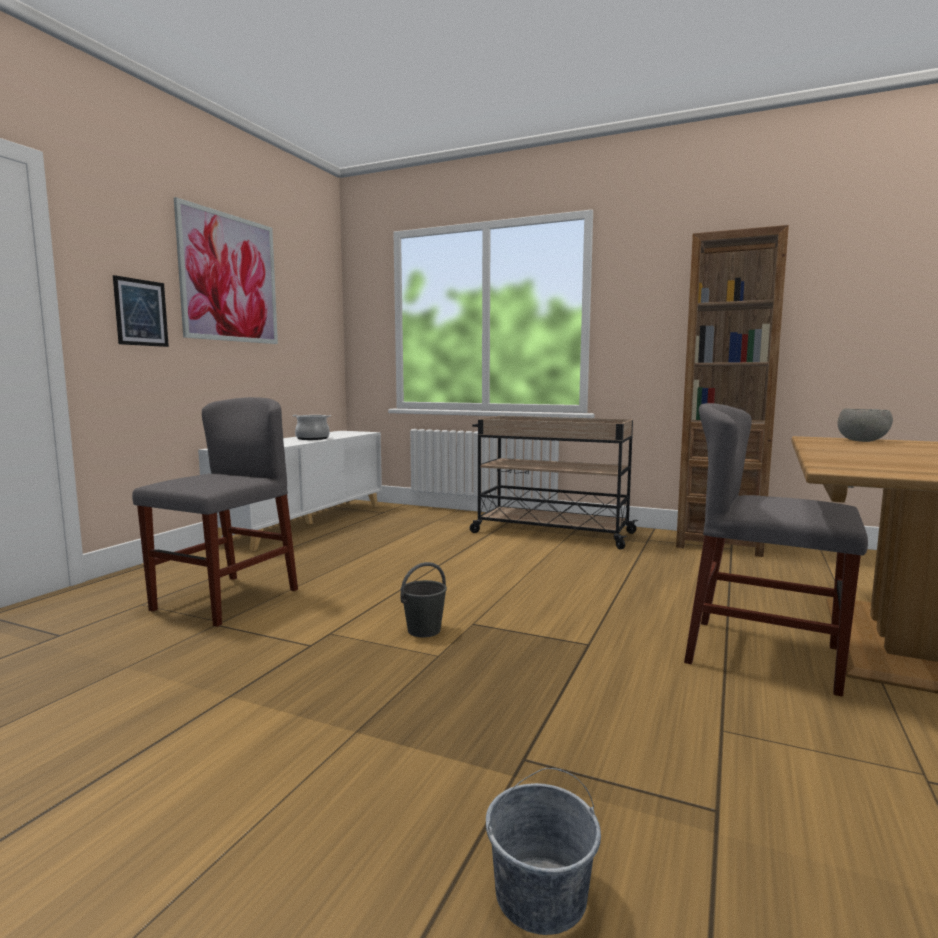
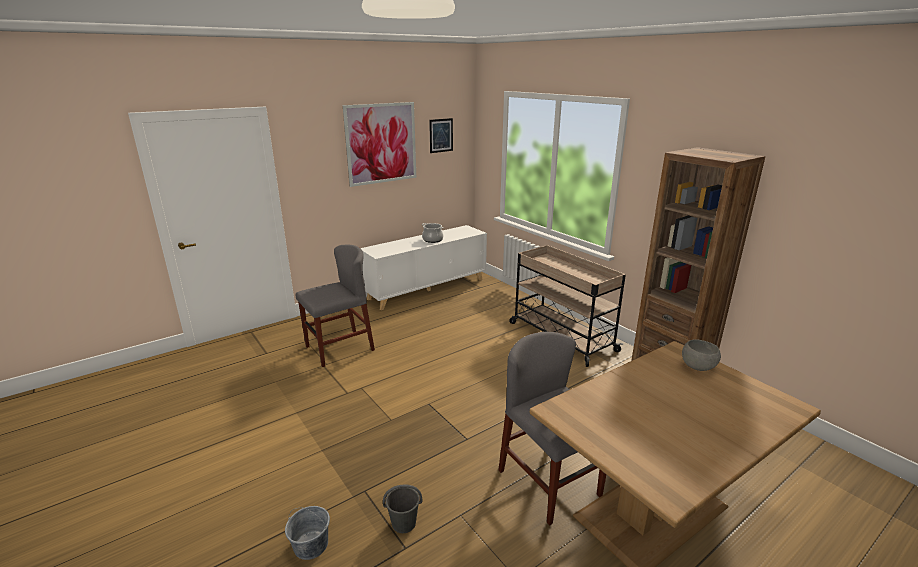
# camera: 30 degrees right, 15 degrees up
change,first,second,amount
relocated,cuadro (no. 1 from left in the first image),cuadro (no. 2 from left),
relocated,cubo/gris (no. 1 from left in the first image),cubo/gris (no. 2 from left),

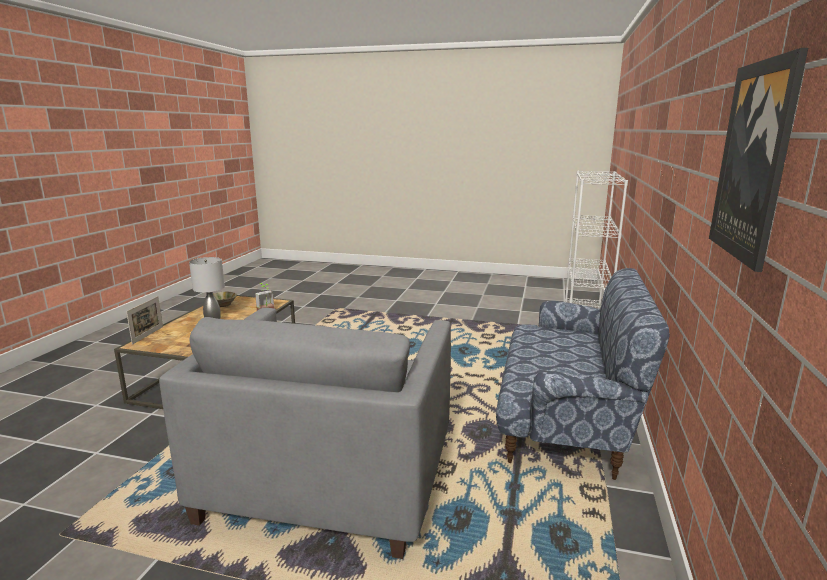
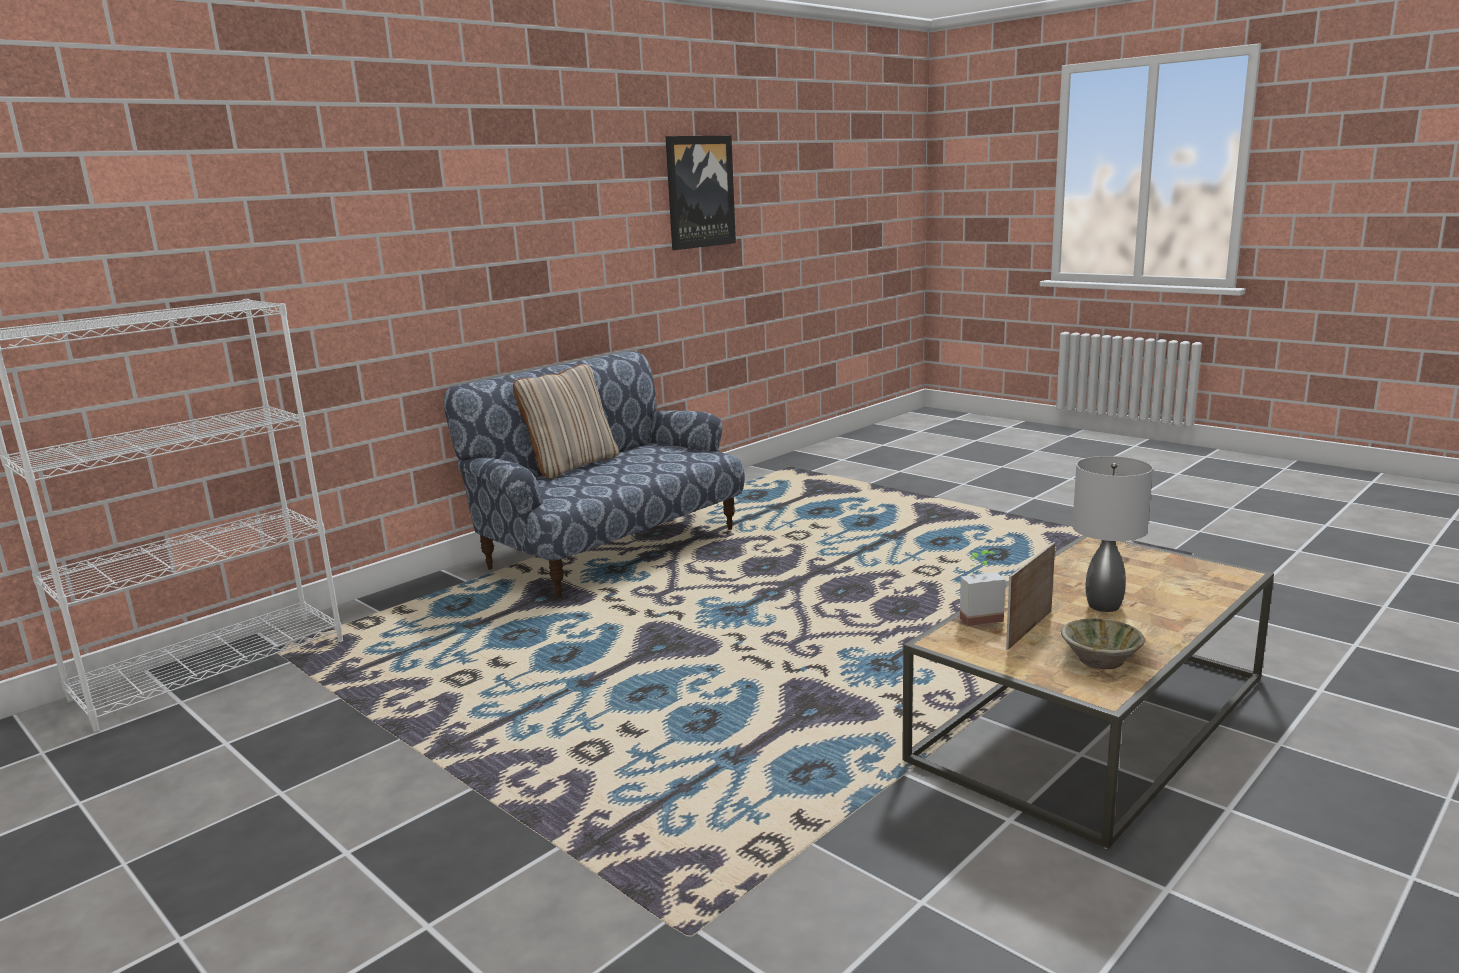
# camera: 150 degrees left, 0 degrees up
change,first,second,amount
relocated,portarretratos,,
missing,sillón/gris,,
appeared,,cojín/beis,

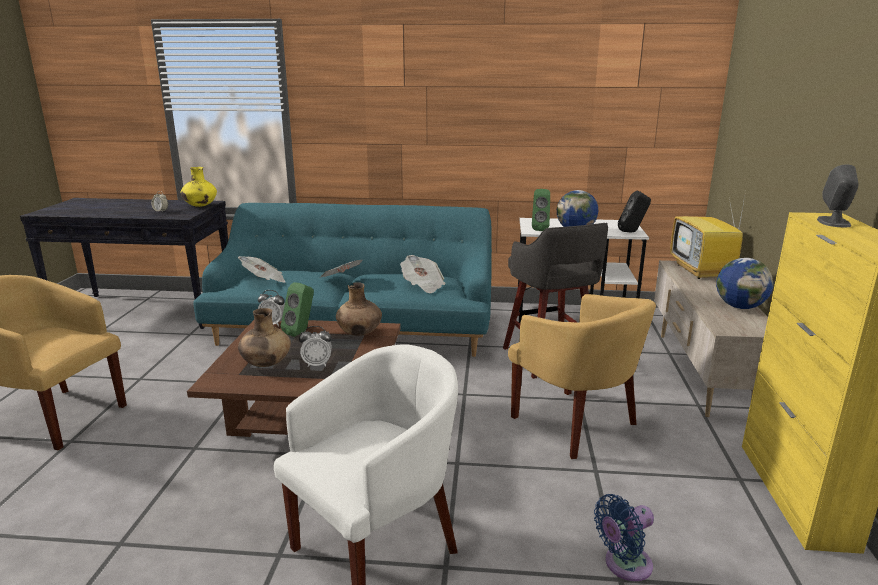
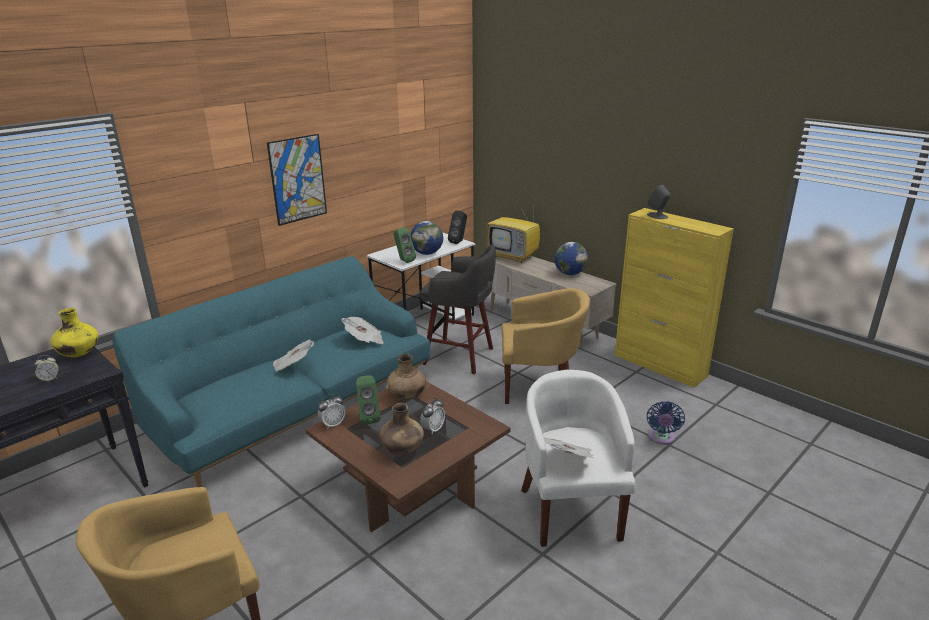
# camera: 50 degrees left, 5 degrees up
change,first,second,amount
relocated,periódico (no. 1 from left in the first image),periódico (no. 3 from left),
appeared,,cuadro,

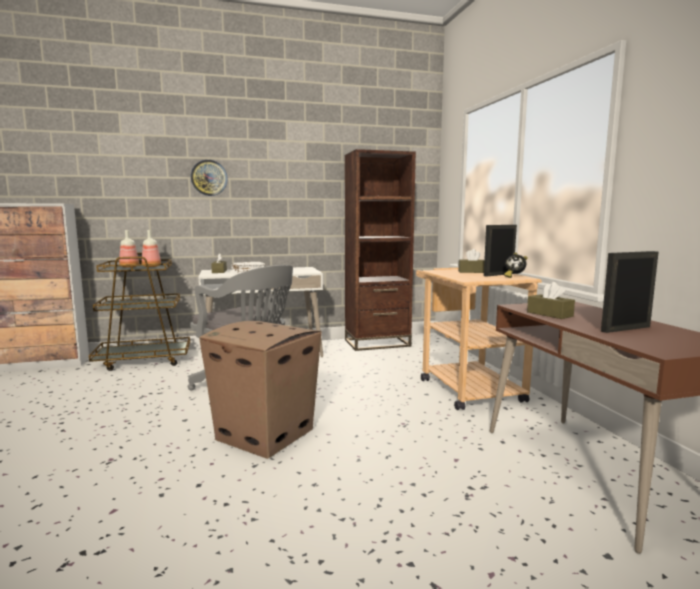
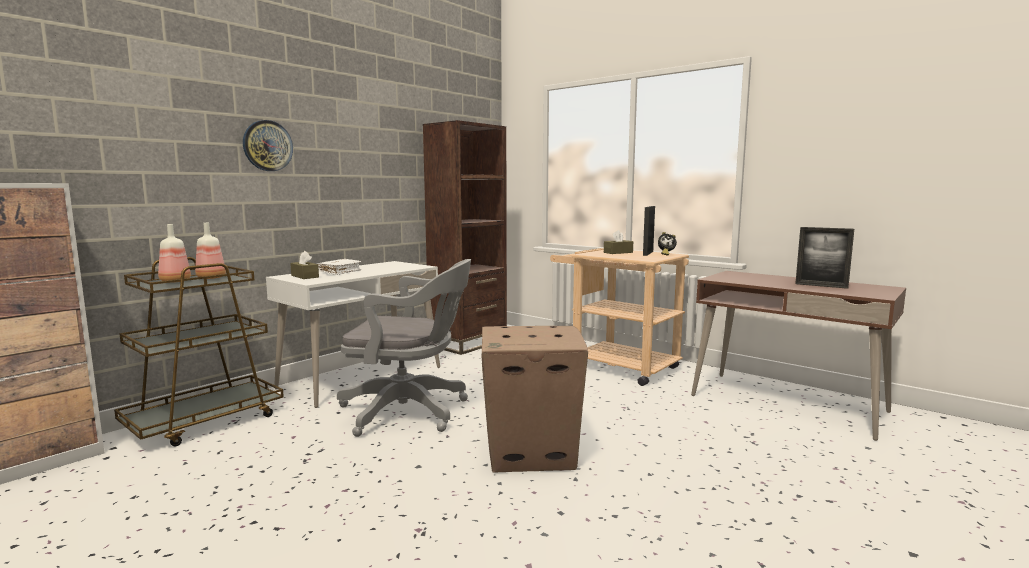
# camera: 35 degrees left, 0 degrees up
change,first,second,amount
spun,portarretratos (no. 2 from left),,90 degrees counterclockwise
missing,caja de pañuelos/marrón (no. 3 from left),,

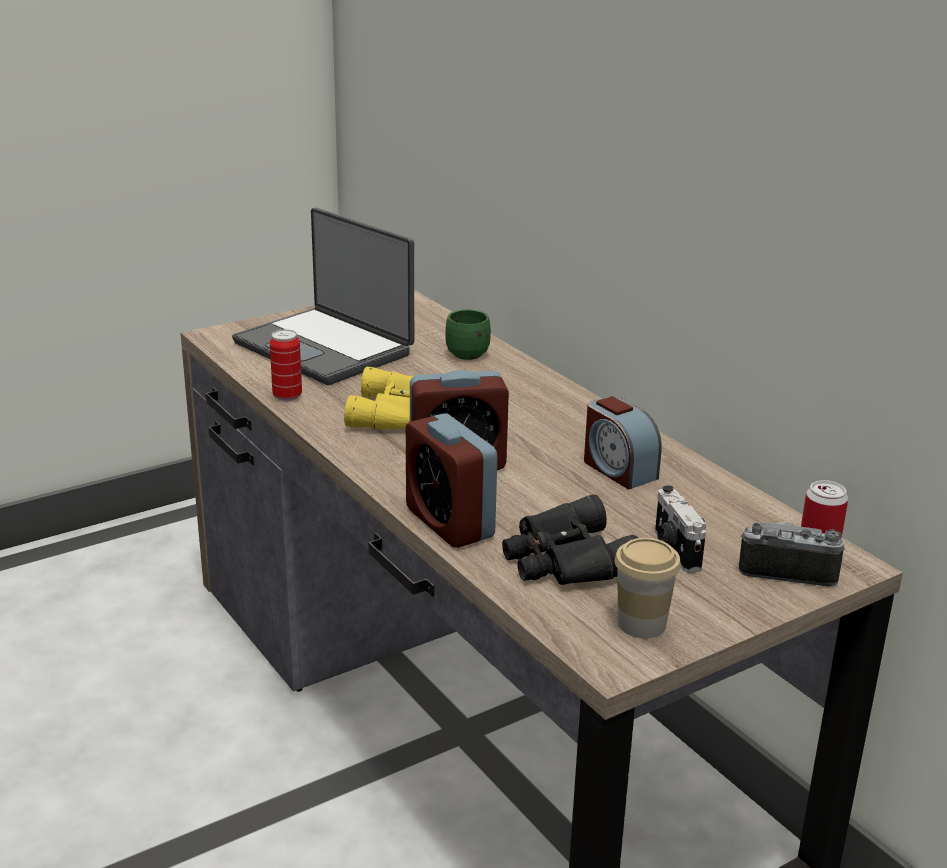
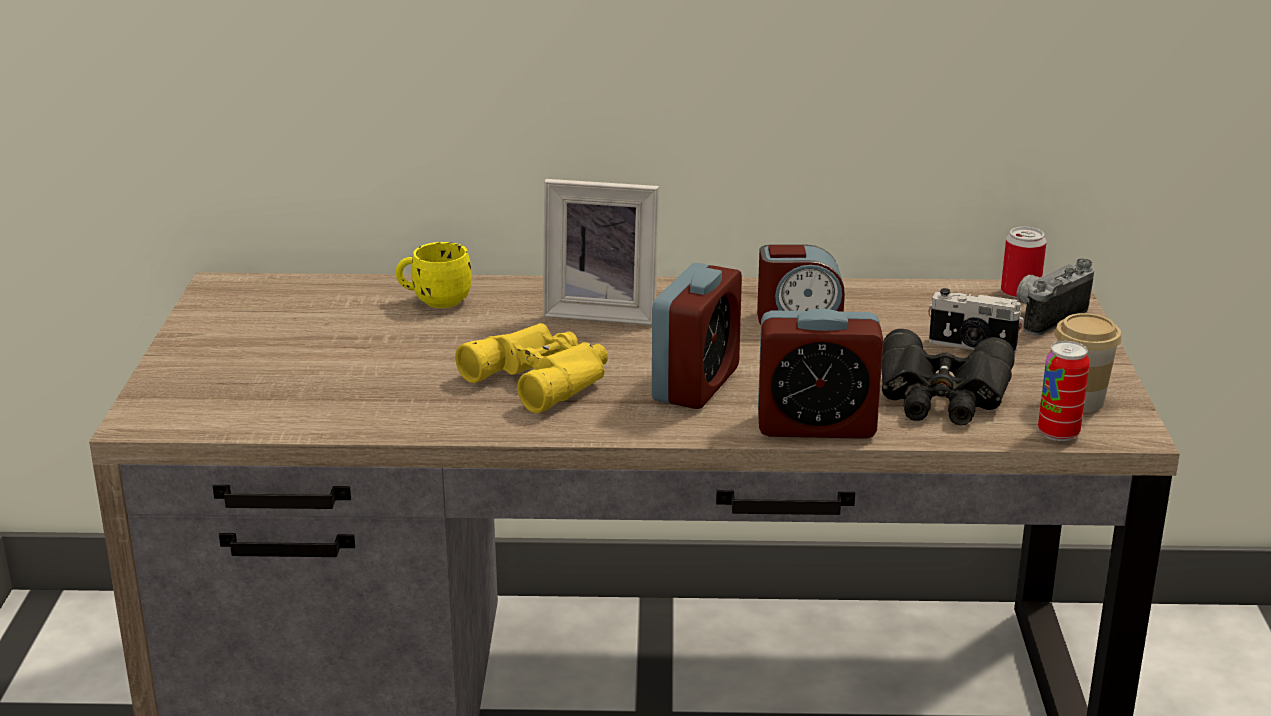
# camera: 55 degrees left, 0 degrees up
change,first,second,amount
missing,portátil,,
colour,taza grande/verde,taza grande/amarillo,
relocated,lata (no. 1 from left in the first image),lata (no. 2 from left),
appeared,,portarretratos,

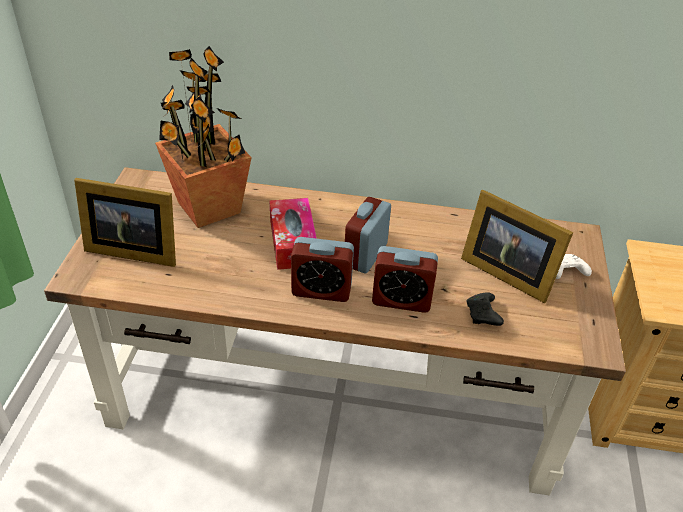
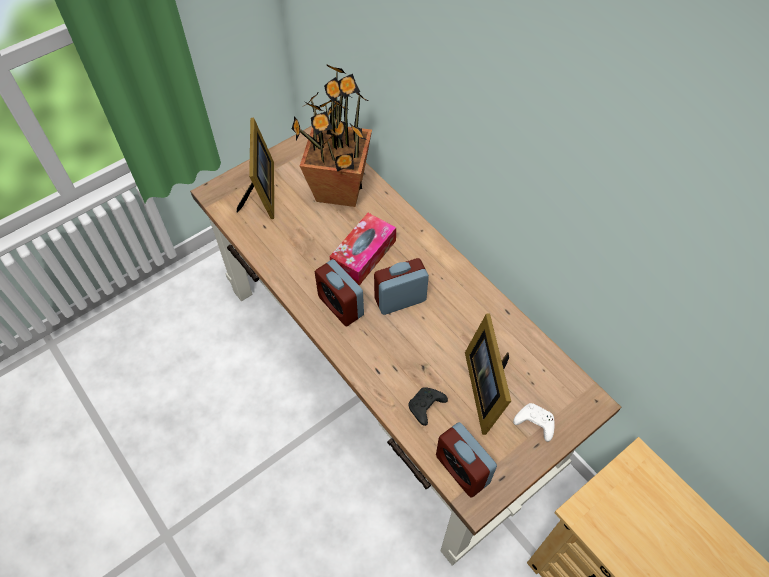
# camera: 45 degrees right, 15 degrees up
change,first,second,amount
spun,portarretratos (no. 1 from left),,150 degrees counterclockwise
relocated,despertador (no. 3 from left),,

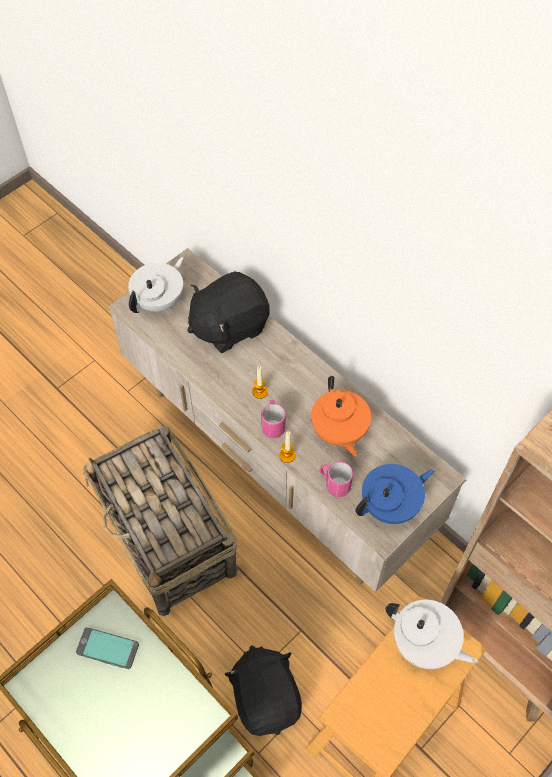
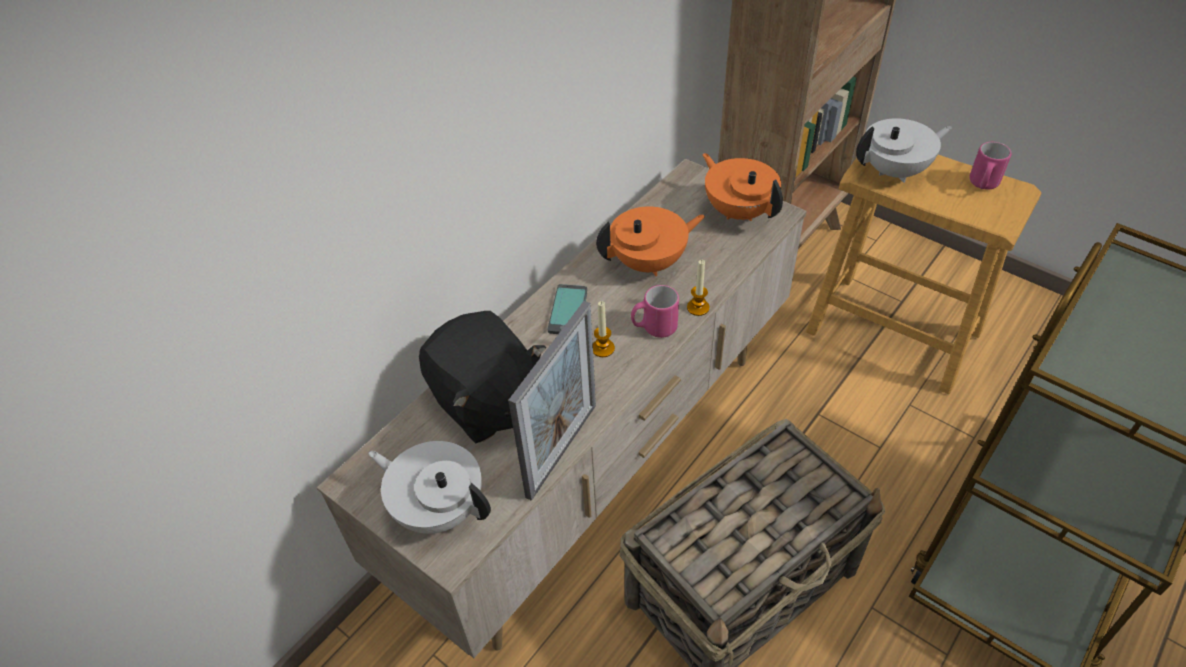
# camera: 95 degrees left, 10 degrees down
change,first,second,amount
relocated,taza grande/rosa (no. 2 from left),,
colour,tetera/azul,tetera/naranja (no. 2 from left),
spun,tetera/blanco (no. 2 from left),,45 degrees clockwise
relocated,móvil,,
missing,peluche/negro (no. 2 from left),,
appeared,,portarretratos,

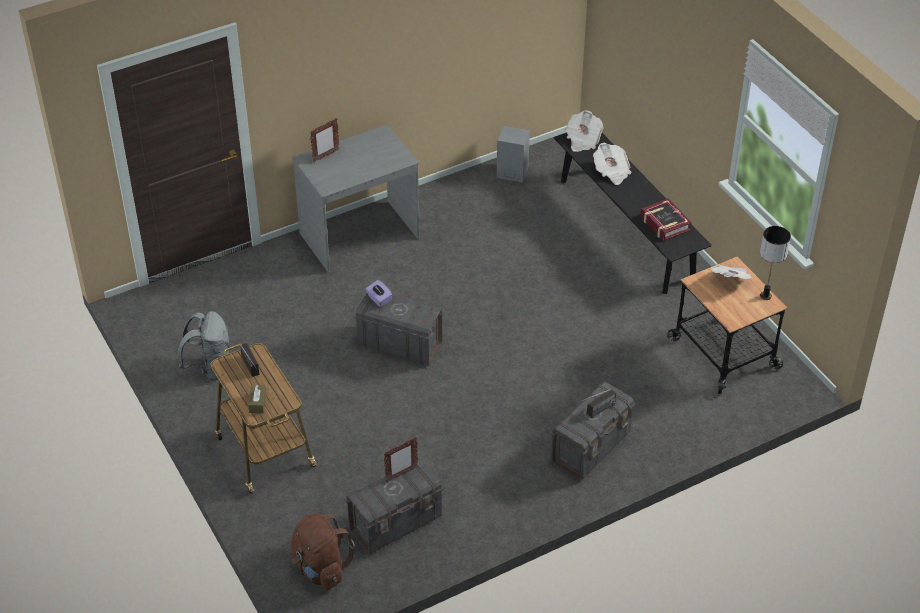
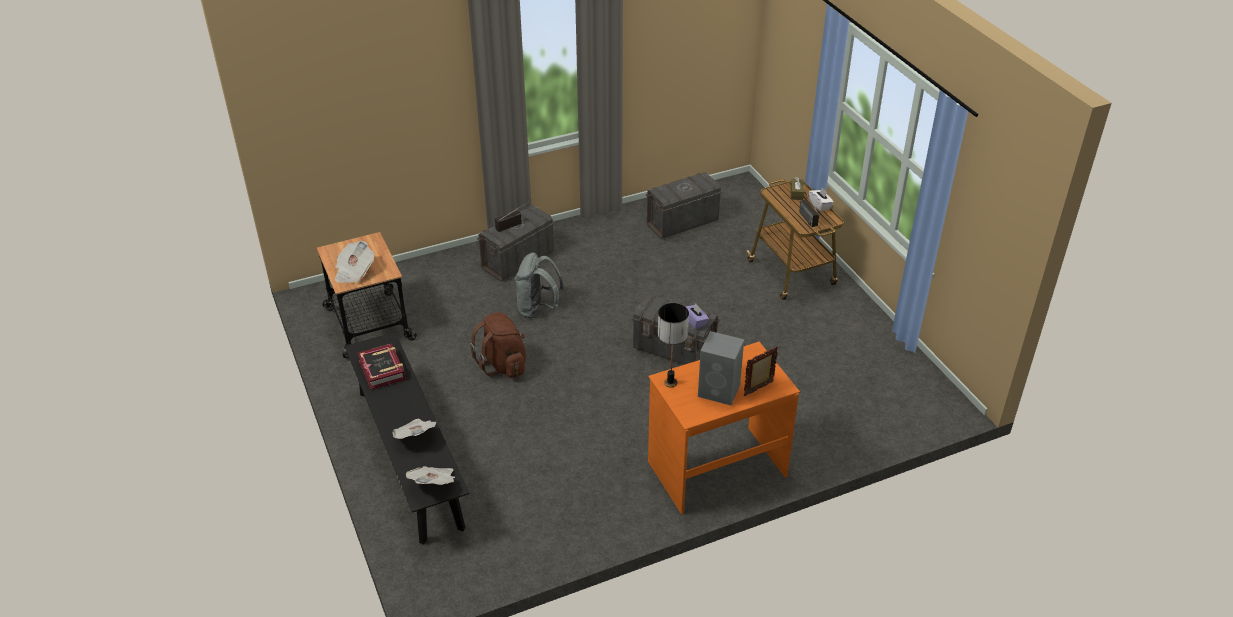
# camera: 175 degrees left, 5 degrees down
change,first,second,amount
colour,escritorio/gris,escritorio/naranja,
relocated,altavoz/gris,,
relocated,lámpara de mesa,,
relocated,mochila/gris,,
missing,portarretratos (no. 2 from left),,
relocated,mochila/marrón,,
appeared,,caja de pañuelos/blanco,

